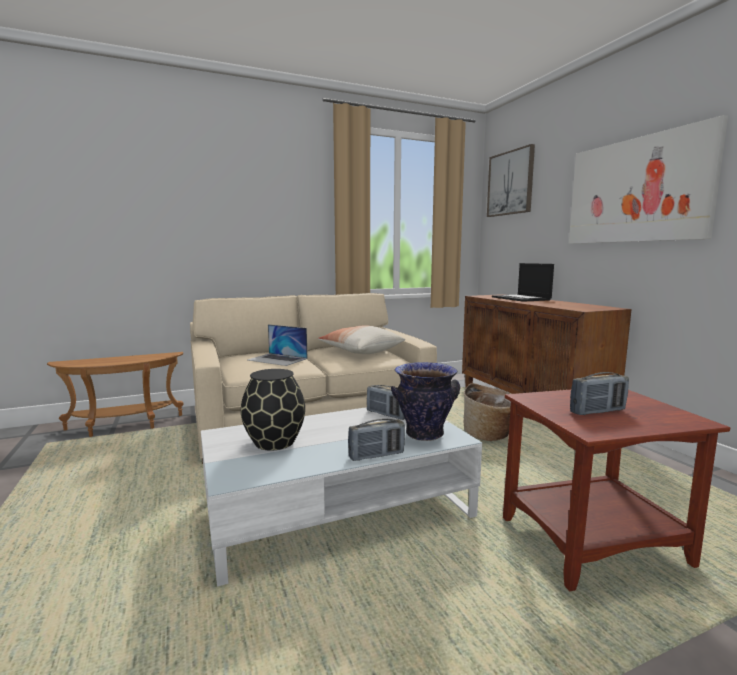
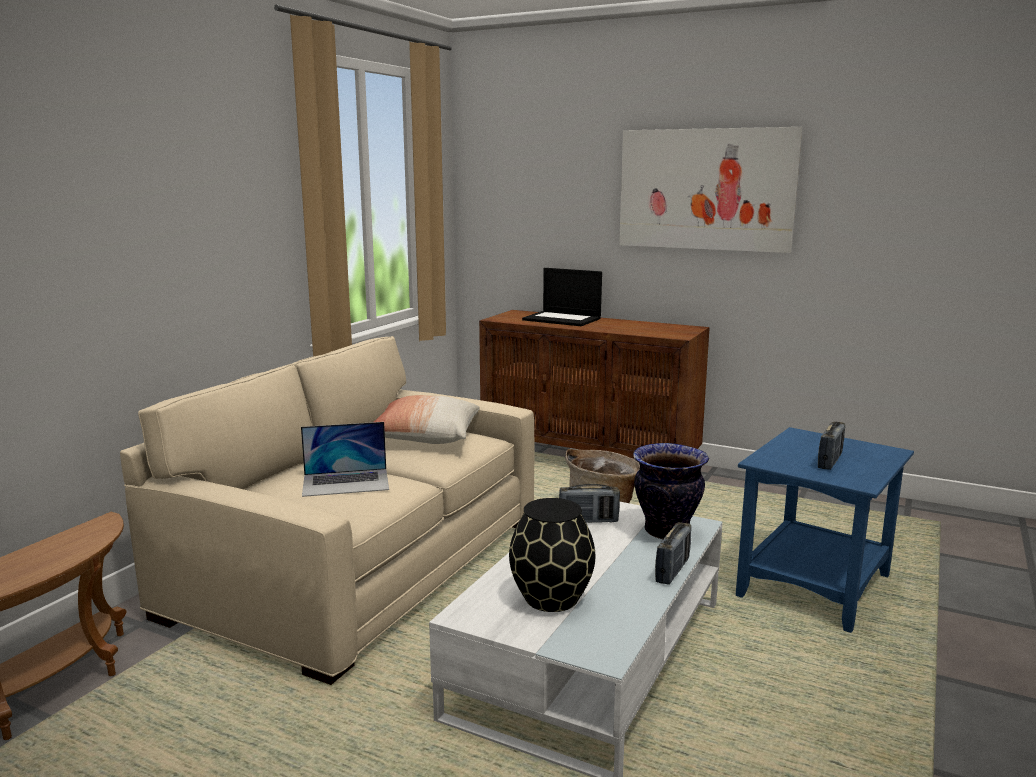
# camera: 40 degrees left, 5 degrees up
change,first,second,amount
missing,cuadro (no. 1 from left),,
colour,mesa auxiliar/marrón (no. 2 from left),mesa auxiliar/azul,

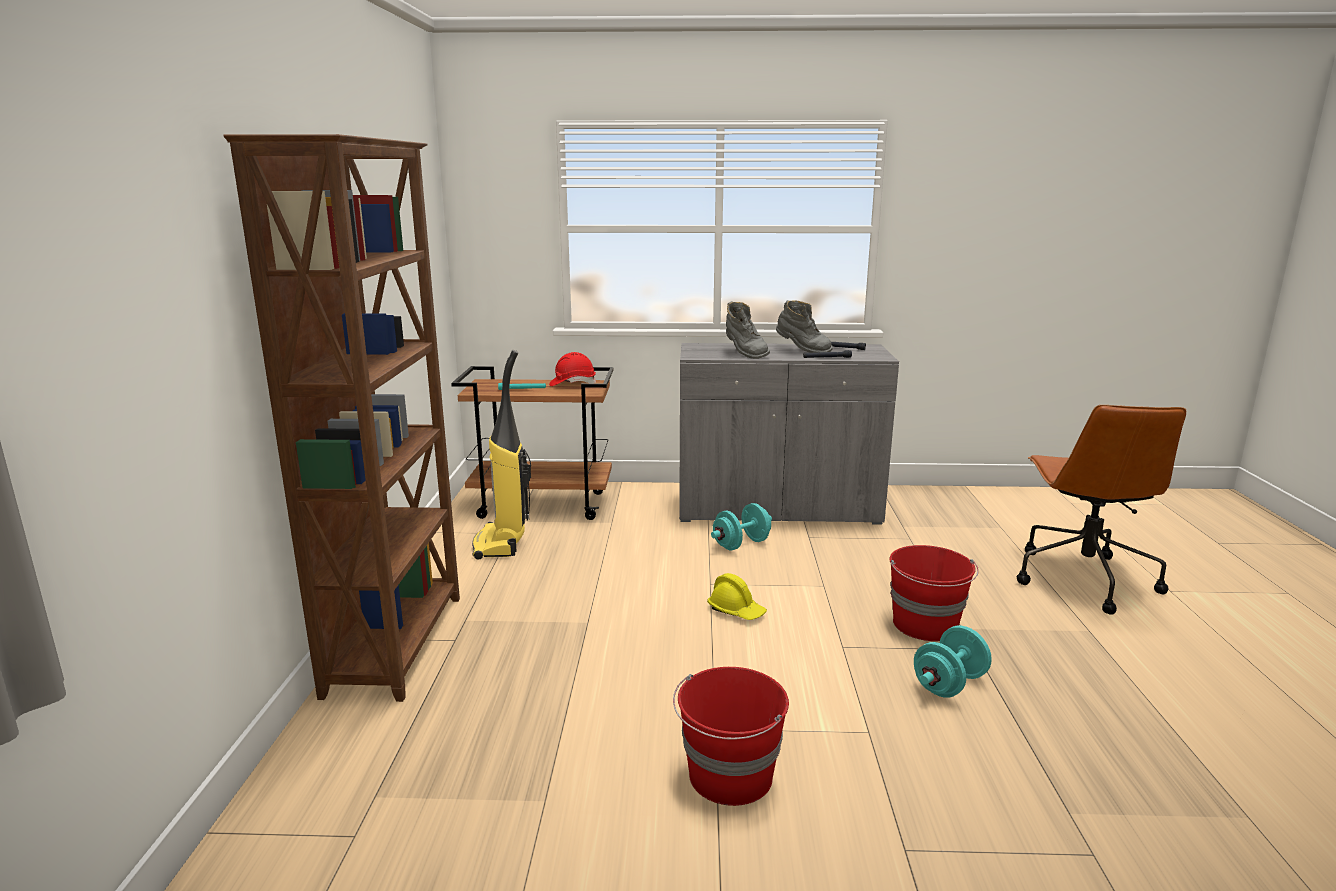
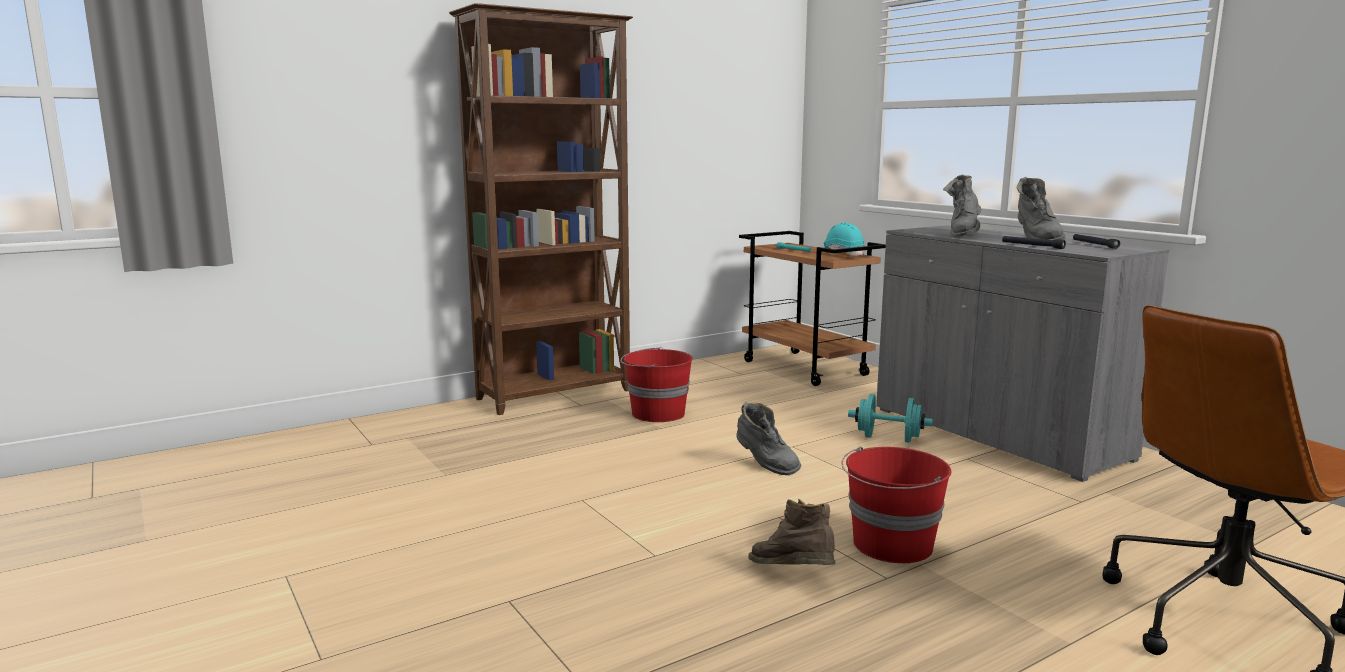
# camera: 55 degrees right, 5 degrees down
change,first,second,amount
missing,aspiradora,,
colour,casco/rojo,casco/turquesa,
exchanged,casco/amarillo,bota/gris (no. 1 from left),
exchanged,mancuerna/turquesa (no. 2 from left),bota/marrón,
relocated,cubo/rojo (no. 1 from left),,

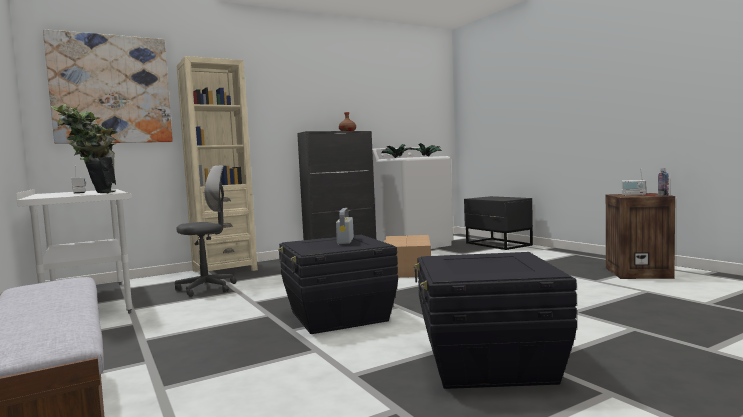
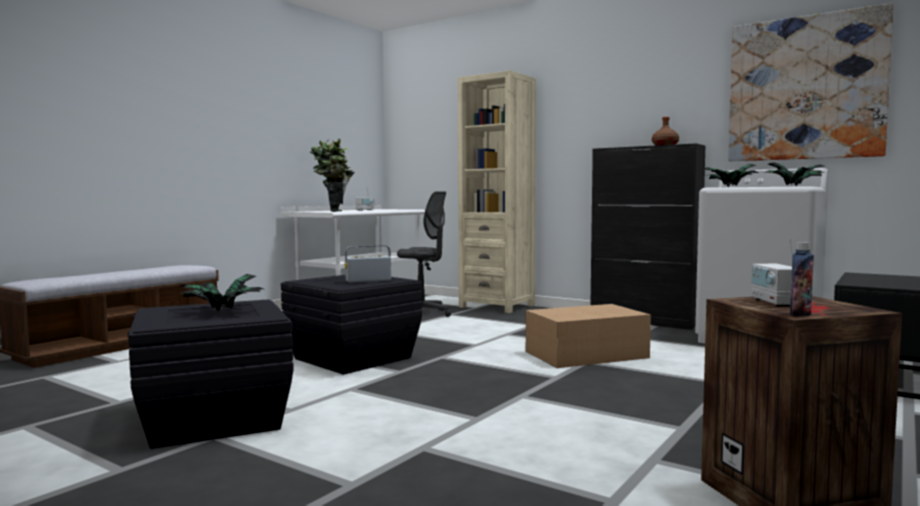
# camera: 65 degrees right, 0 degrees up
change,first,second,amount
relocated,cuadro,,
appeared,,planta en maceta (no. 1 from left),

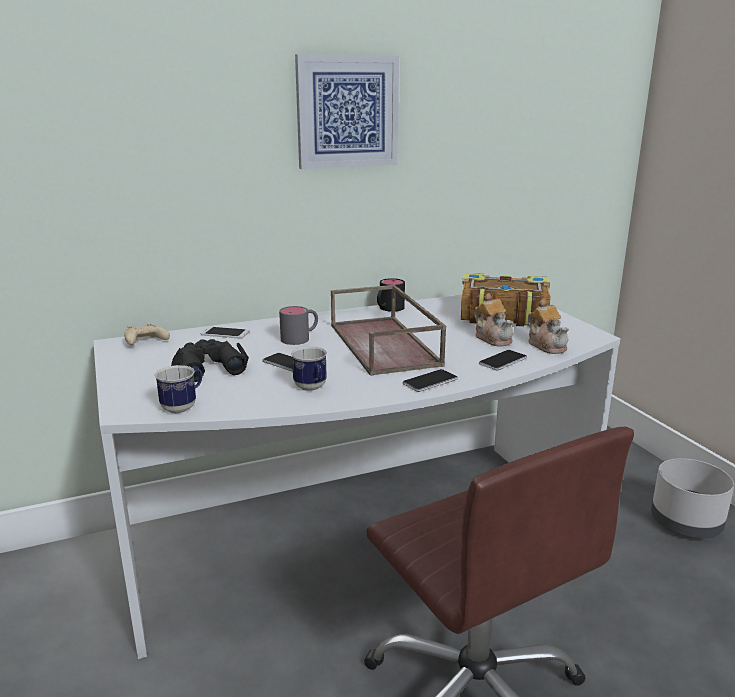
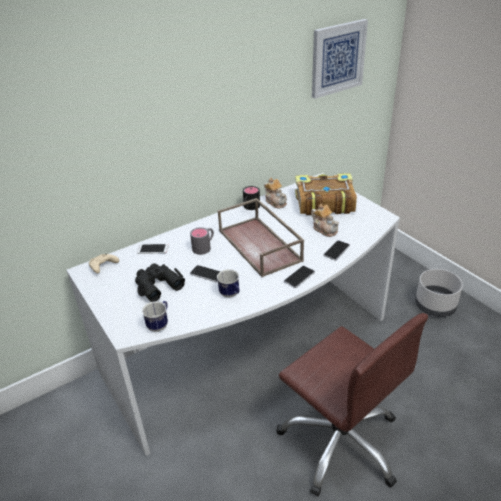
# camera: 10 degrees left, 15 degrees up
change,first,second,amount
relocated,cuadro,,
relocated,tetera (no. 2 from left in the first image),tetera (no. 1 from left),

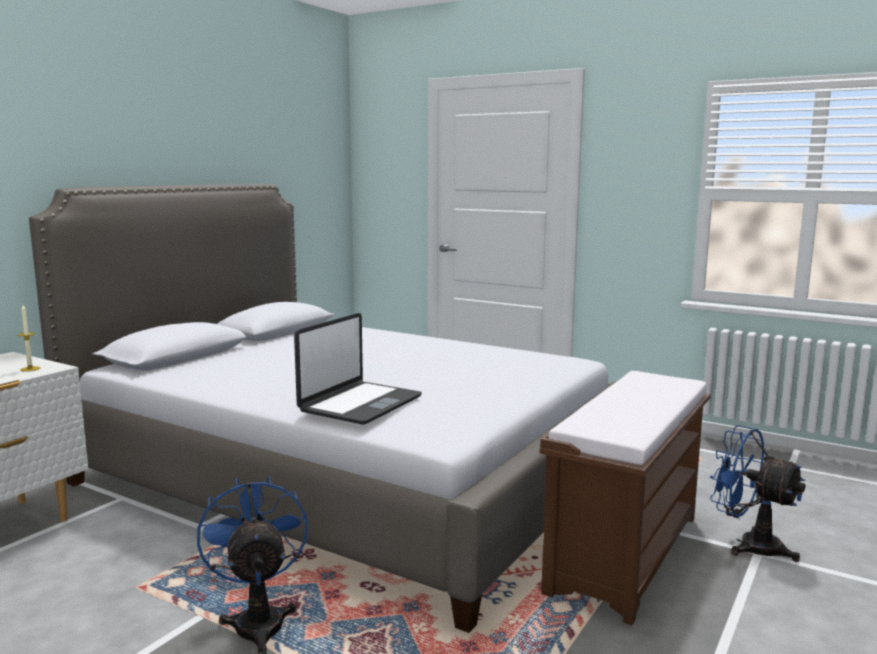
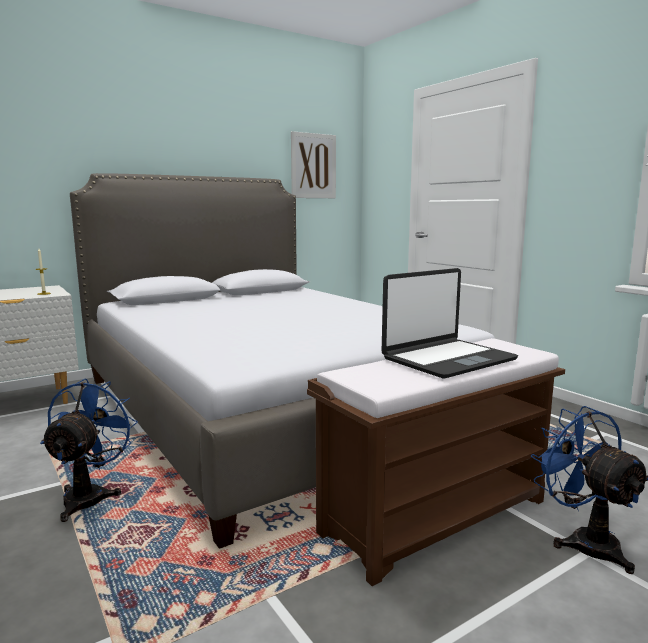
# camera: 25 degrees right, 0 degrees up
change,first,second,amount
relocated,portátil,,
appeared,,cuadro,

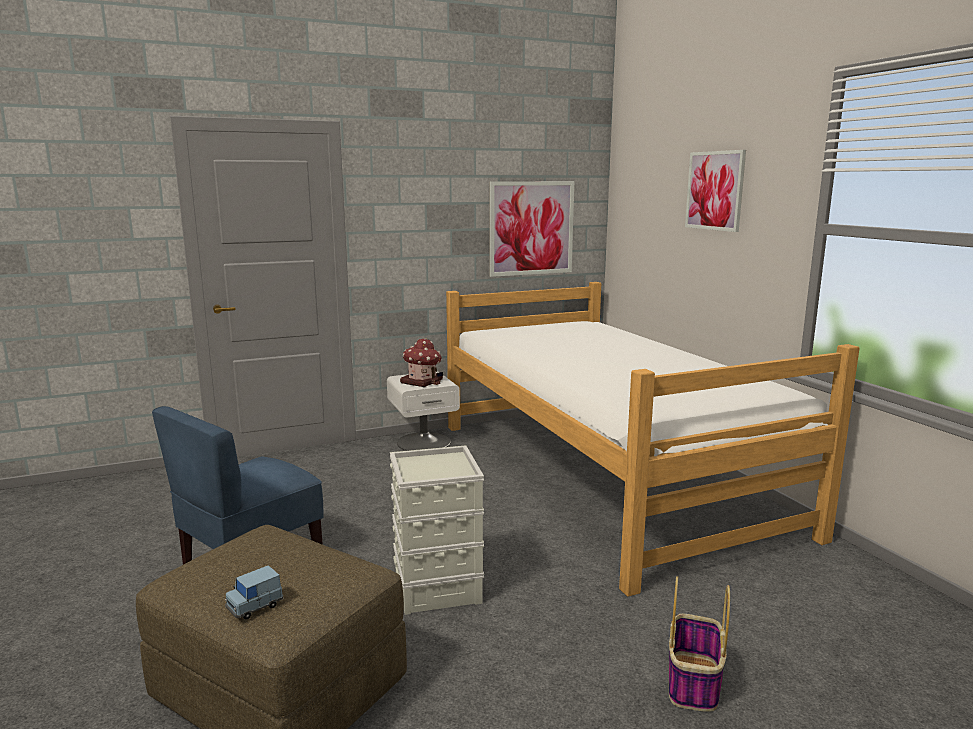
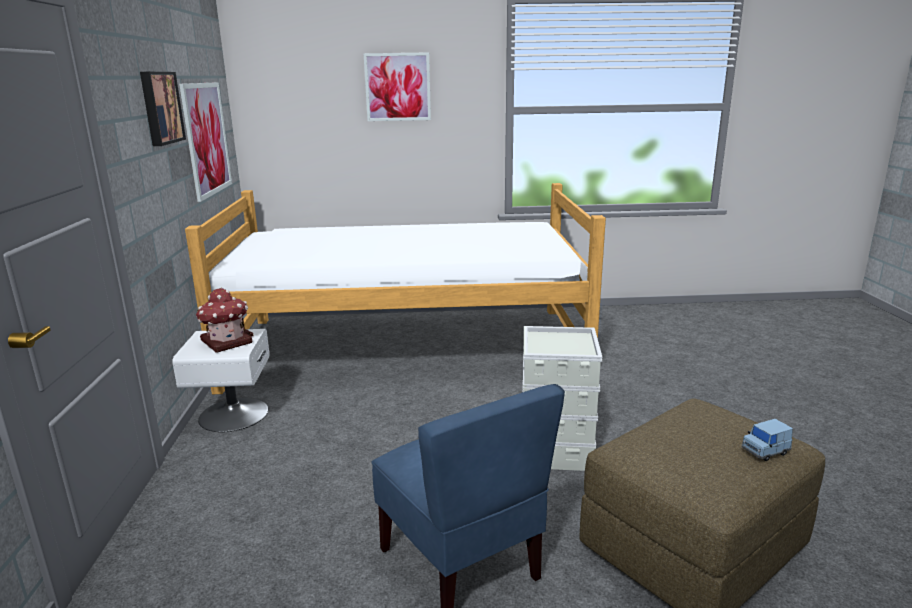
# camera: 70 degrees left, 5 degrees up
change,first,second,amount
spun,coche de juguete/azul,,90 degrees clockwise
missing,cesta,,
appeared,,cuadro (no. 1 from left),

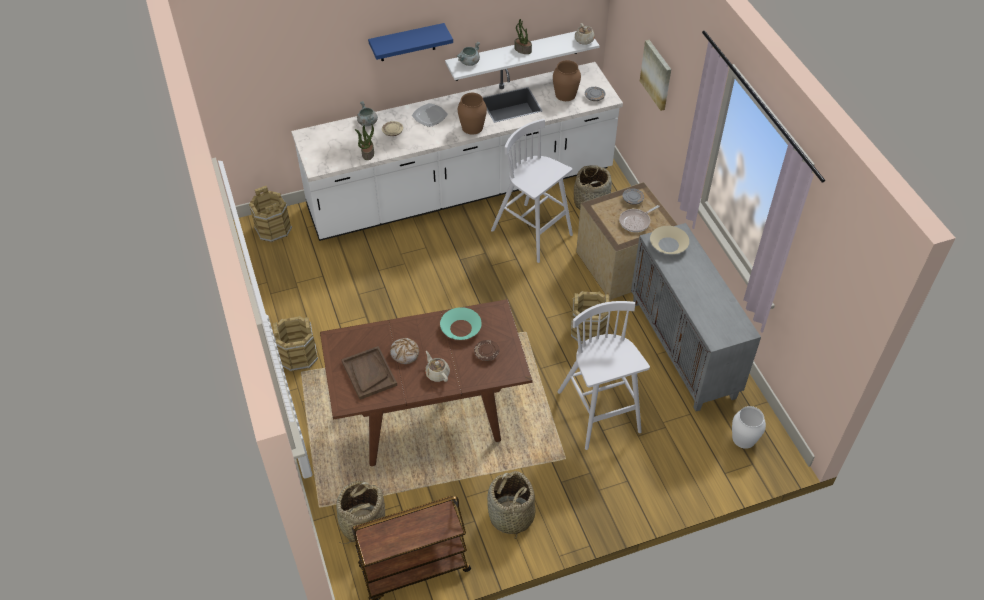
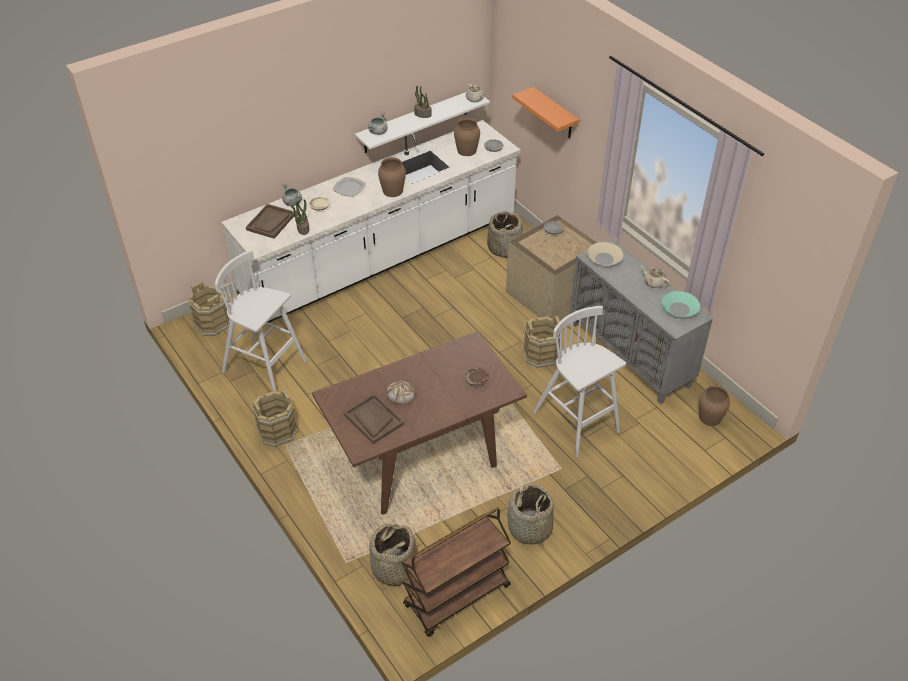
# camera: 15 degrees left, 5 degrees down
change,first,second,amount
missing,estante/azul,,
exchanged,cuadro,estante/naranja,
relocated,taburete/blanco (no. 1 from left),,
missing,sartén,,
relocated,cuenco/turquesa,,
relocated,tetera/beis (no. 1 from left in the first image),tetera/beis (no. 2 from left),
colour,florero/blanco,florero/marrón (no. 3 from left),
appeared,,bandeja/marrón (no. 1 from left),

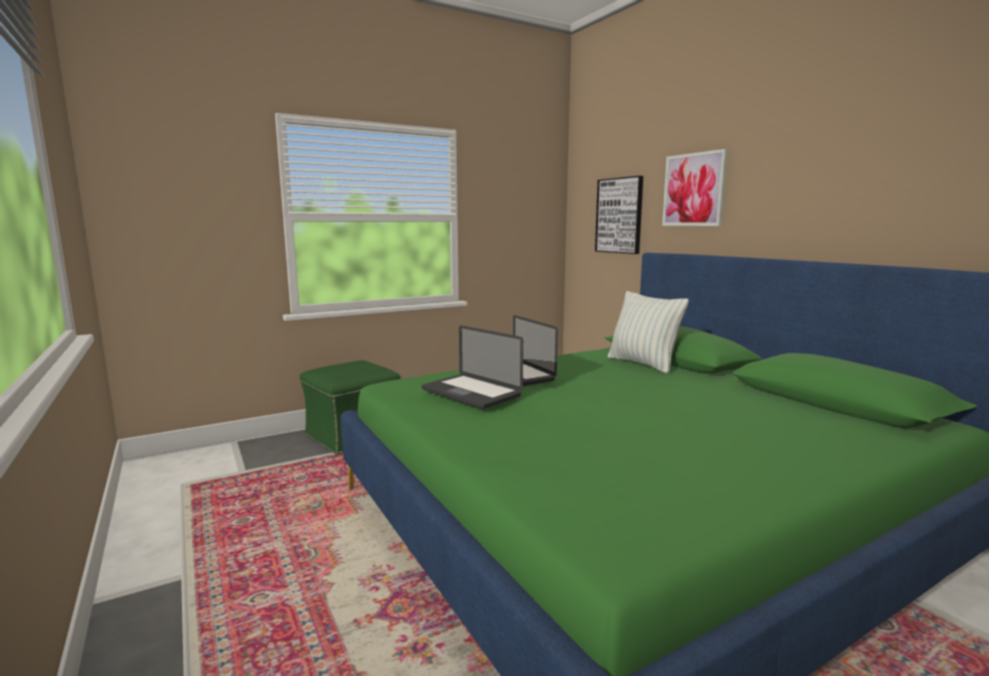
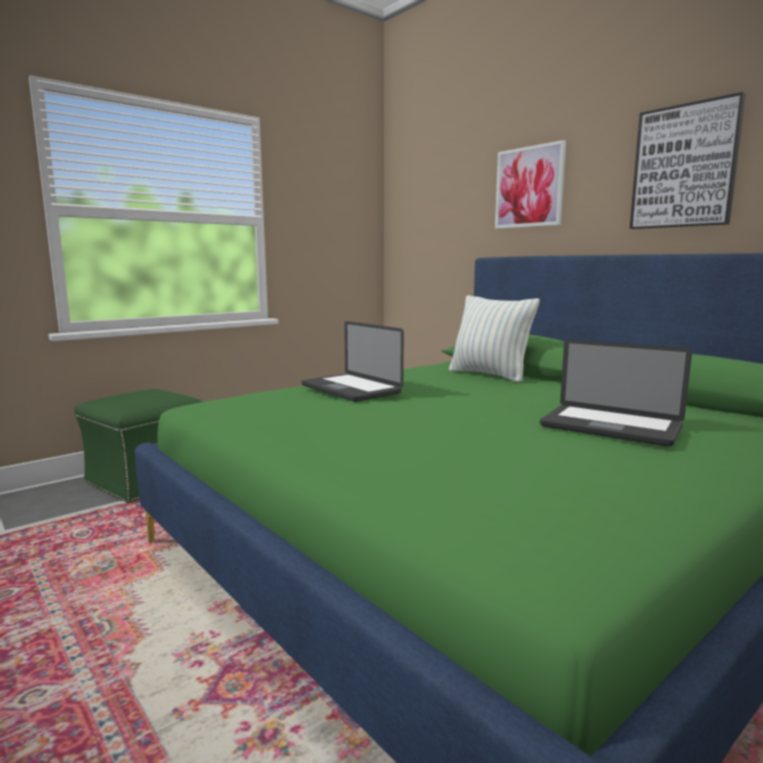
# camera: 10 degrees left, 0 degrees up
change,first,second,amount
relocated,cuadro (no. 1 from left in the first image),cuadro (no. 2 from left),
relocated,portátil (no. 1 from left in the first image),portátil (no. 2 from left),

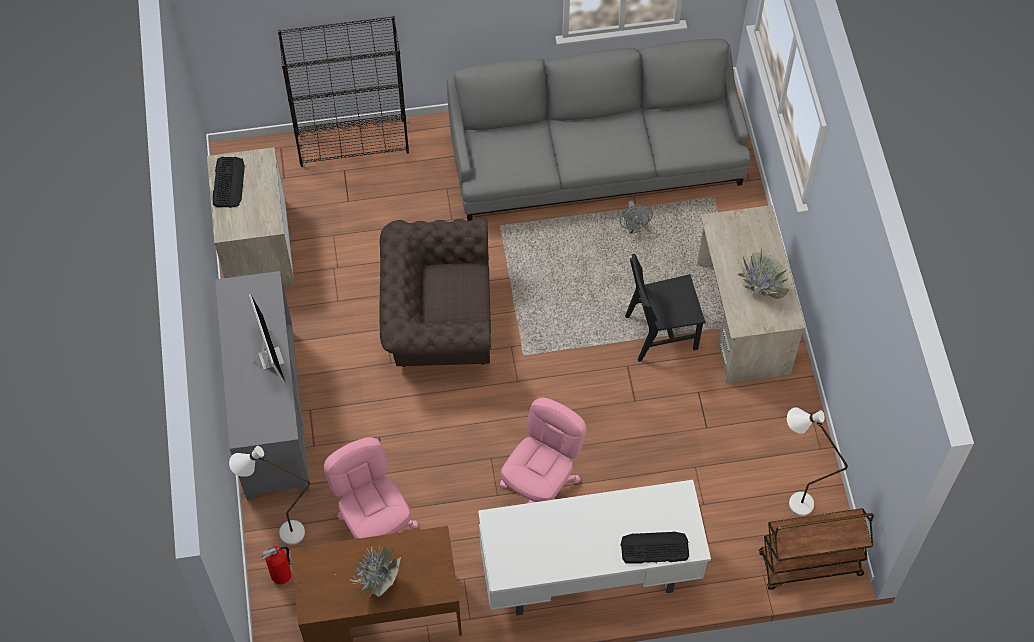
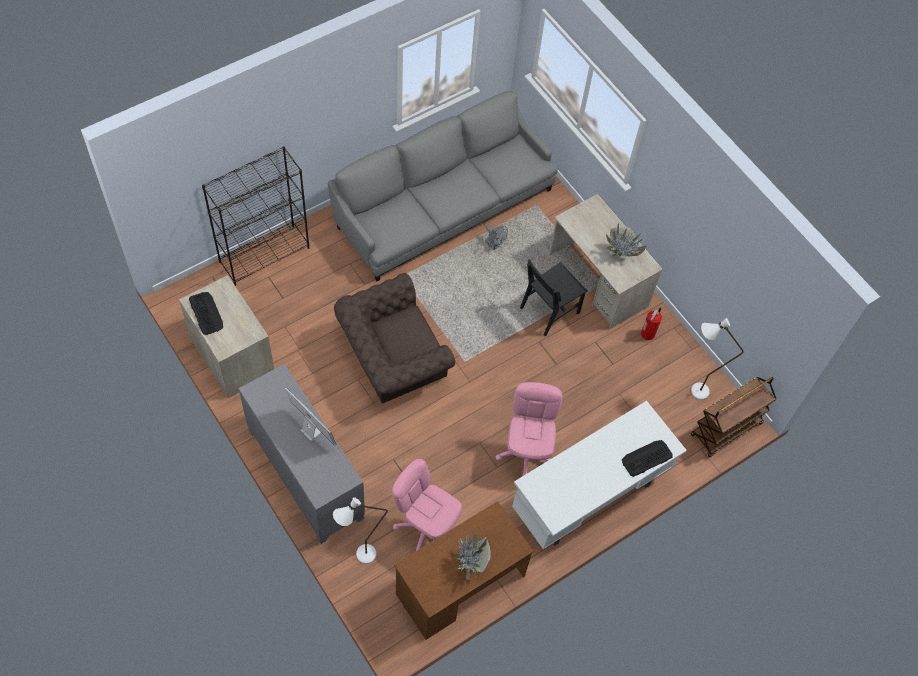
# camera: 30 degrees left, 0 degrees up
change,first,second,amount
relocated,extintor,,

